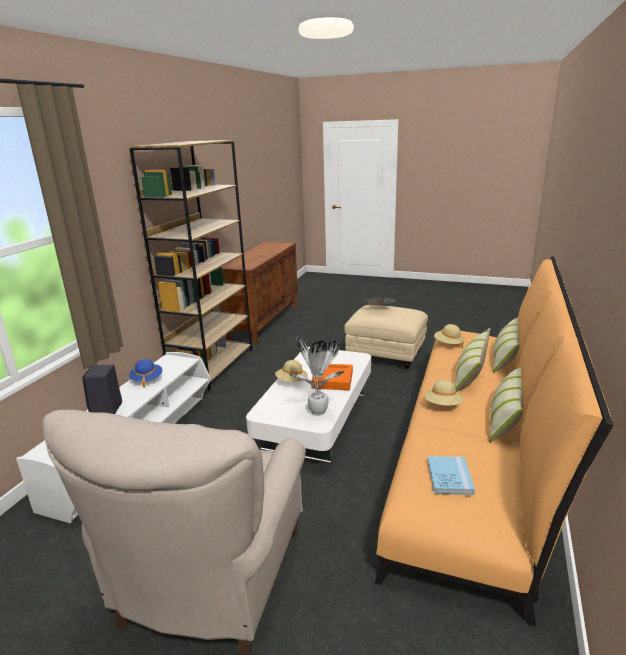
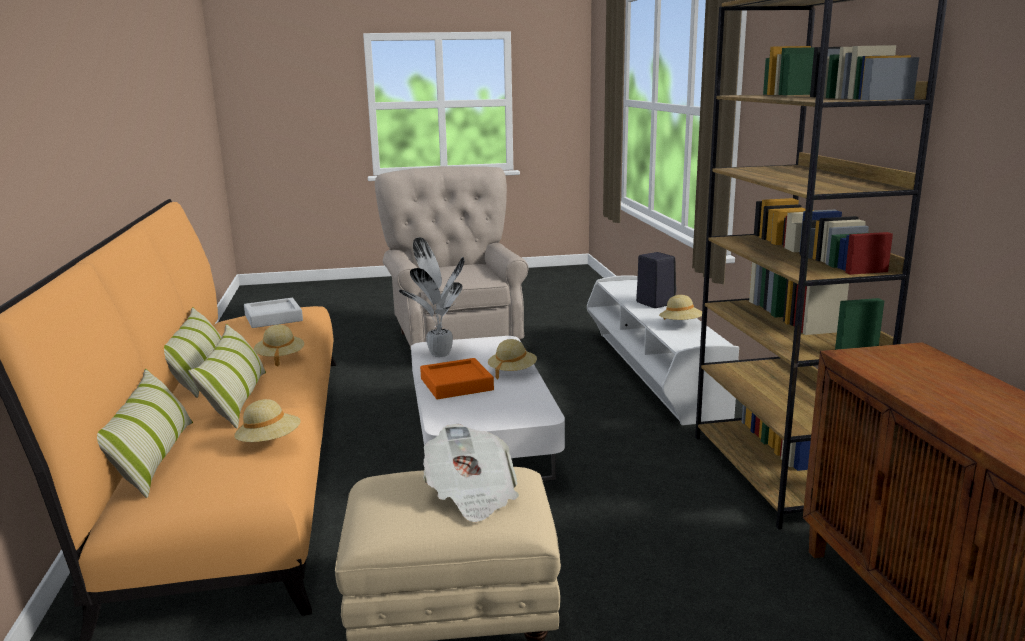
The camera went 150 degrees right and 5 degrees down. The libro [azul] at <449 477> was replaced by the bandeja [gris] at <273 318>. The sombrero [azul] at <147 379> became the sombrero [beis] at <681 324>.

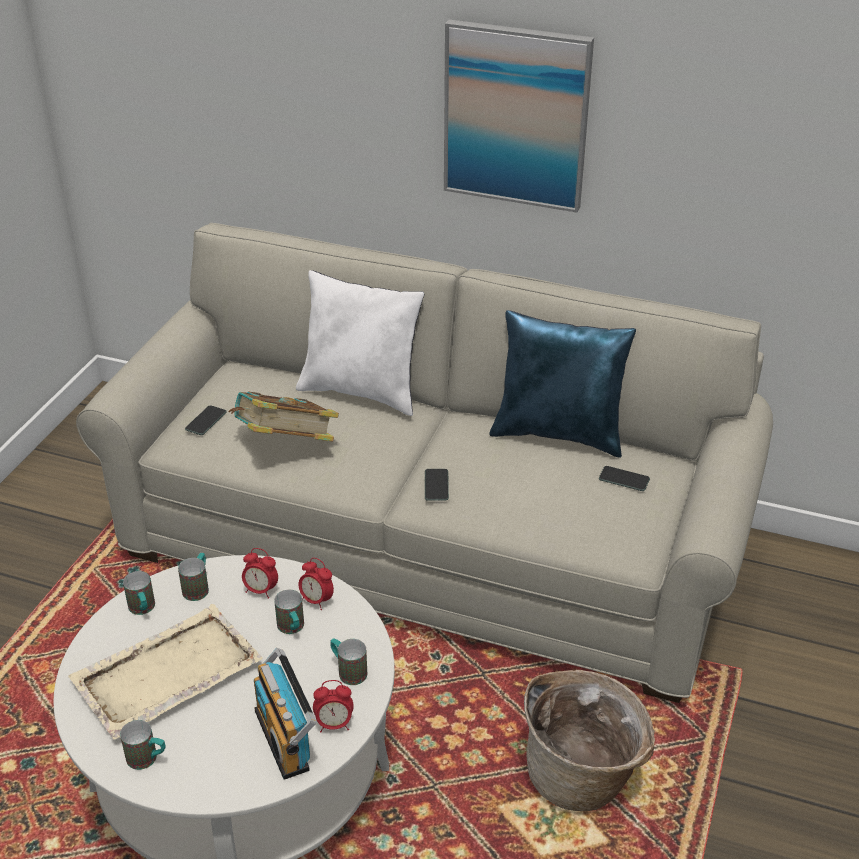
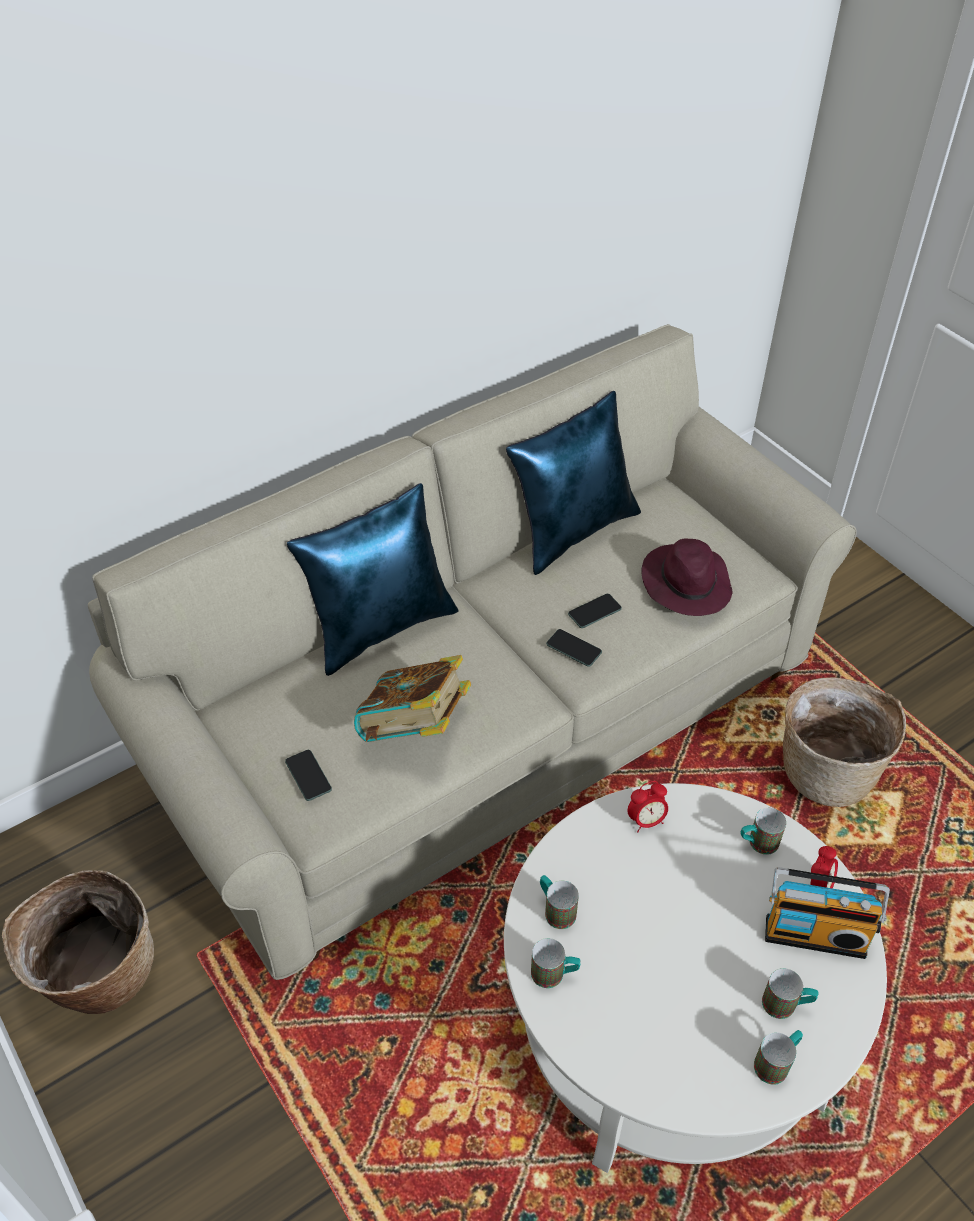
The camera went 55 degrees left and 10 degrees up. The cesta at <97 975> appeared. The cojín [blanco] at <362 391> became the cojín [azul] at <381 627>. The móvil moved from <624 479> to <594 611>. The sombrero [morado] at <685 583> appeared. The taza grande moved from <292 628> to <786 1005>. The bandeja [beis] at <165 674> disappeared. The despertador at <261 590> disappeared. The cuadro at <516 116> disappeared.

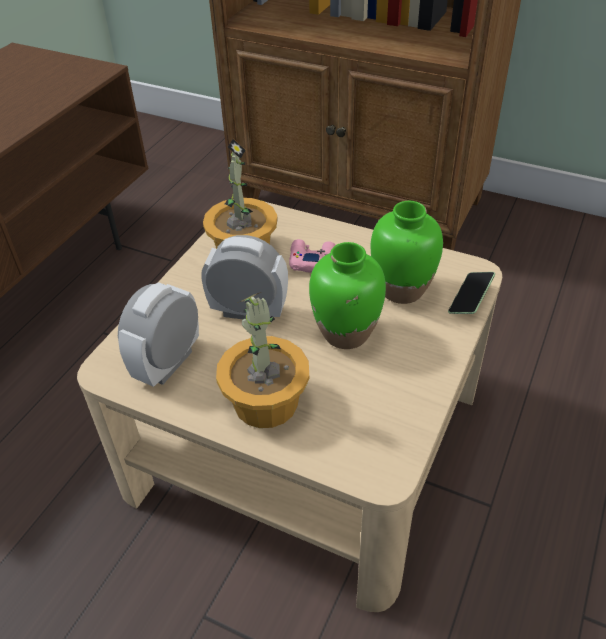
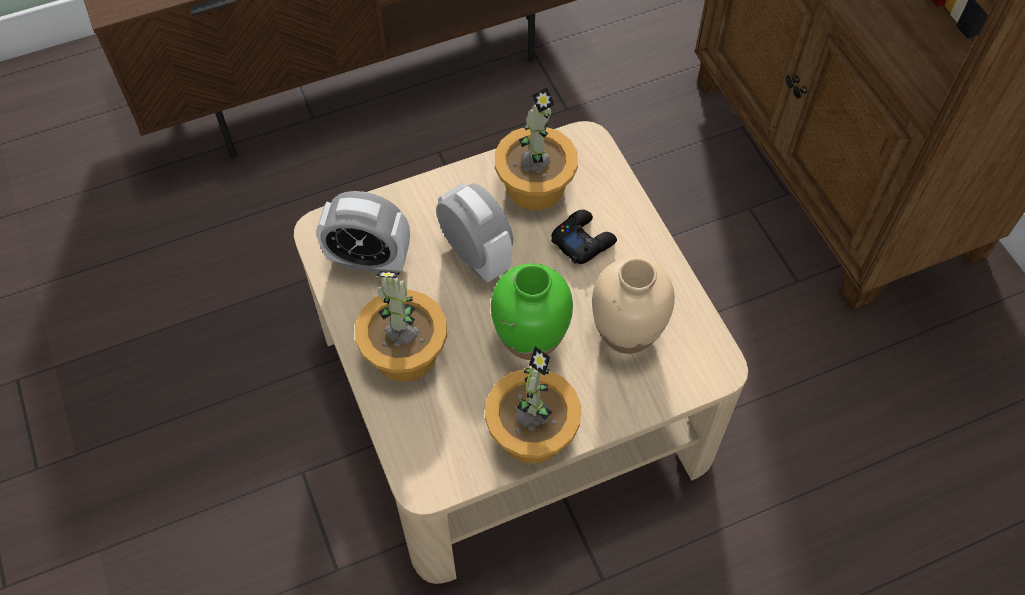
The camera went 40 degrees right and 15 degrees up. The despertador at <168 364> turned 150 degrees counterclockwise. The planta en maceta at <531 432> appeared. The mando de consola [rosa] at <311 260> became the mando de consola [negro] at <583 240>. The florero [verde] at <401 289> became the florero [beis] at <626 332>. The móvil at <470 299> disappeared.

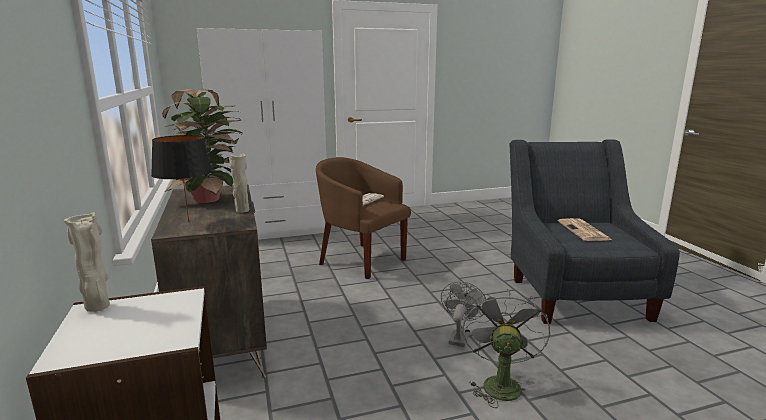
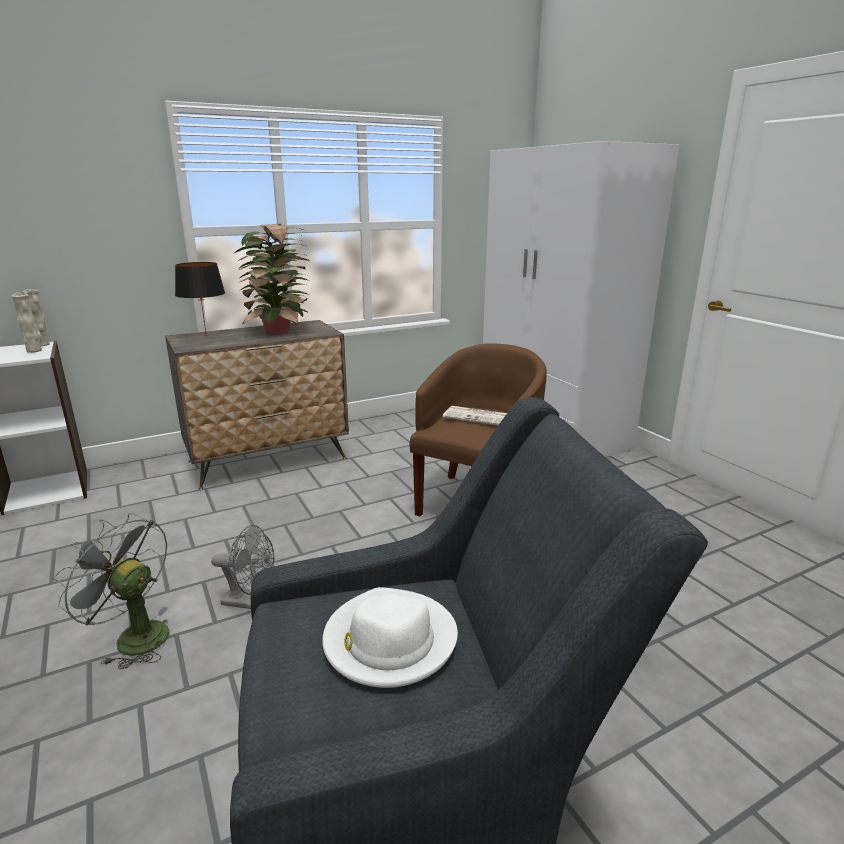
The camera went 80 degrees right and 5 degrees up. The florero [beis] moved from <242 211> to <35 351>. The ventilador [gris] at <499 383> turned 150 degrees counterclockwise. The periódico at <584 231> was replaced by the sombrero [blanco] at <389 641>.

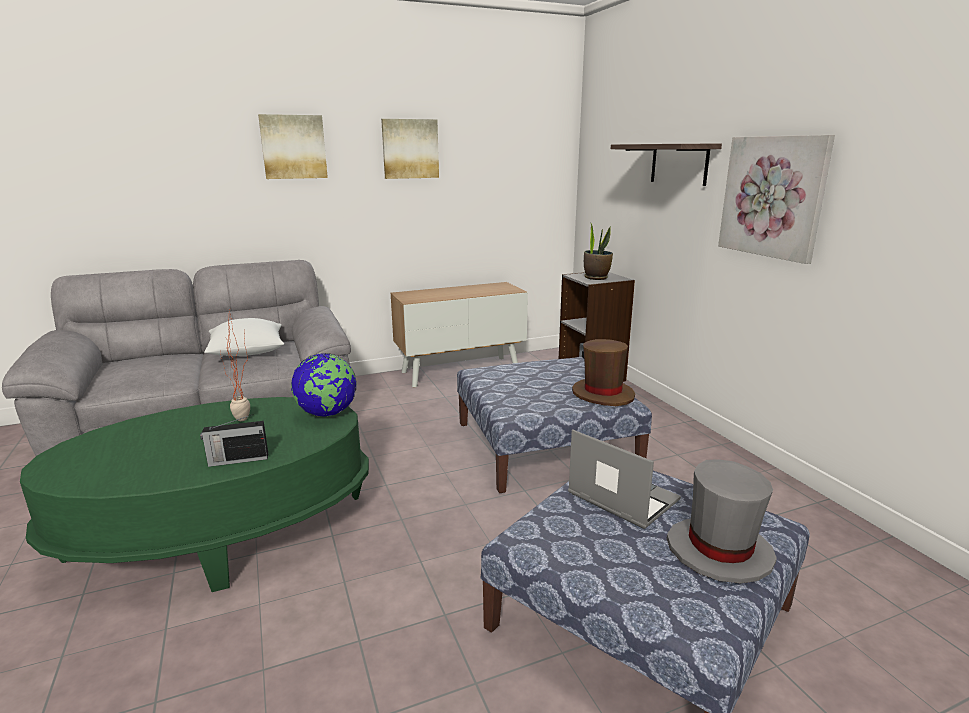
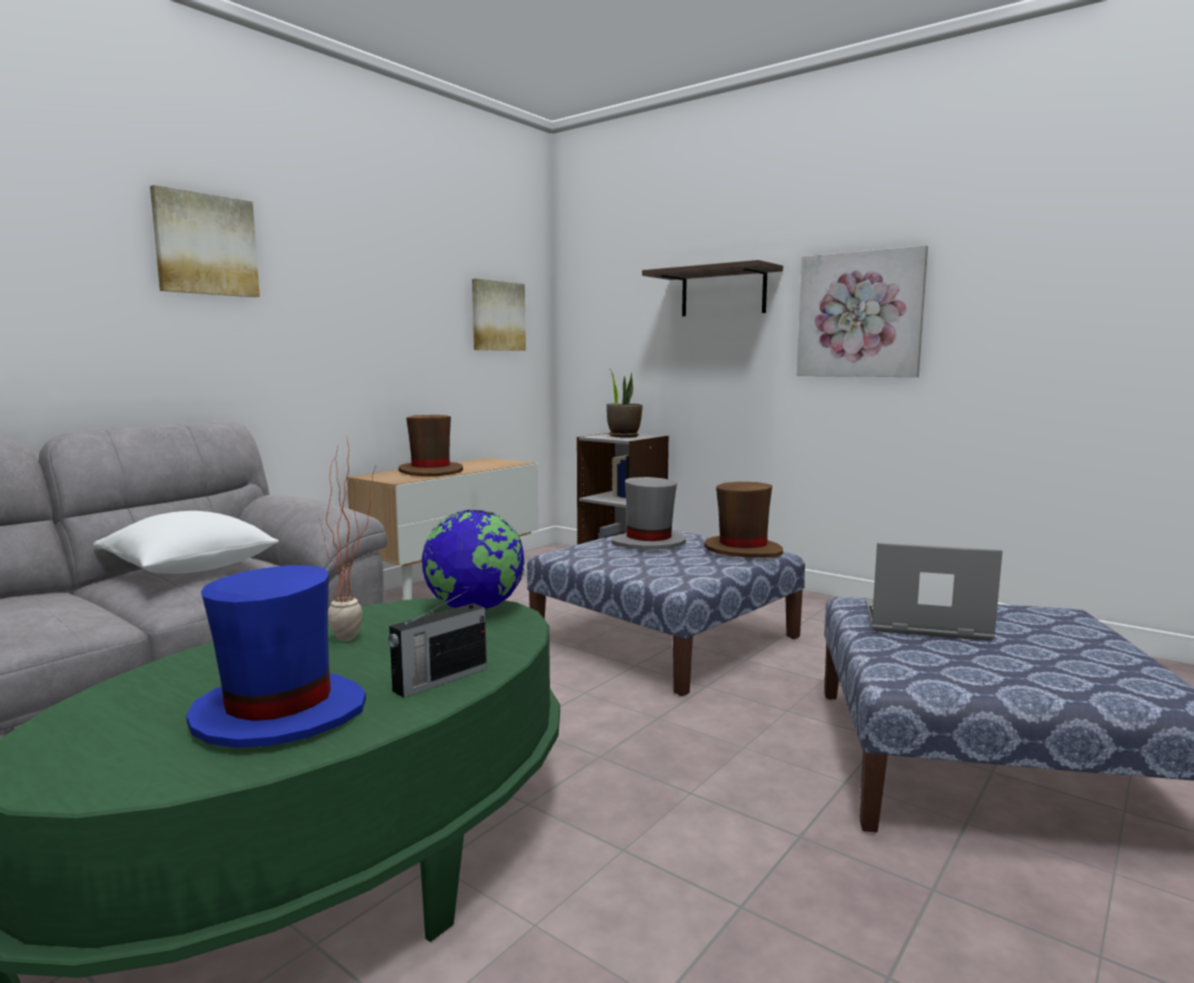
The camera went 30 degrees left and 10 degrees down. The sombrero [azul] at <279 713> appeared. The sombrero [marrón] at <431 471> appeared. The cuadro moved from <410 149> to <497 316>. The sombrero [gris] moved from <719 551> to <648 543>.

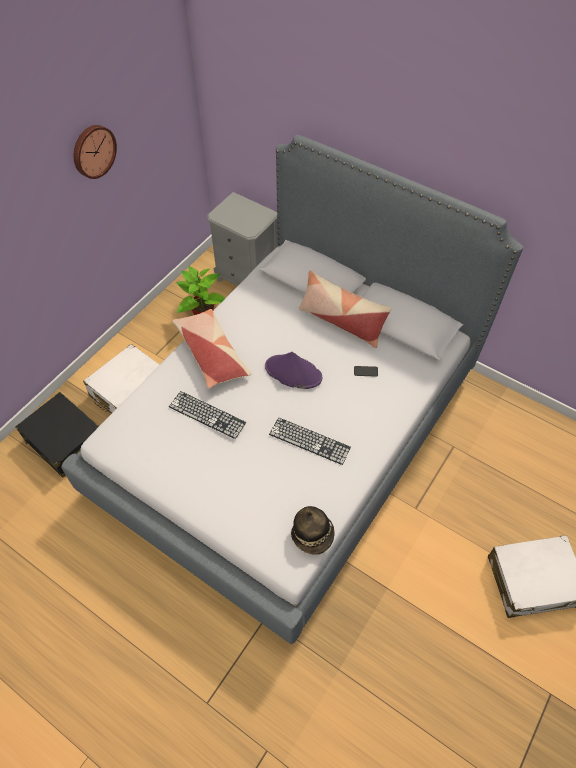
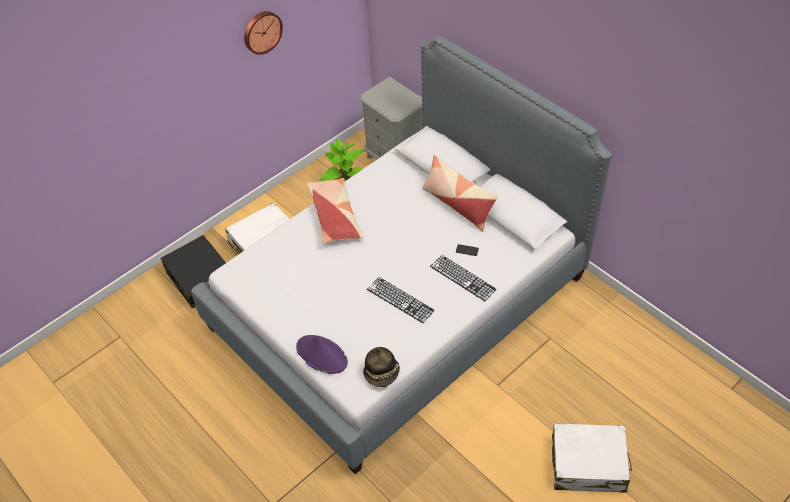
The camera went 15 degrees right and 5 degrees down. The sombrero [morado] moved from <293 372> to <321 355>. The teclado moved from <207 414> to <463 278>.

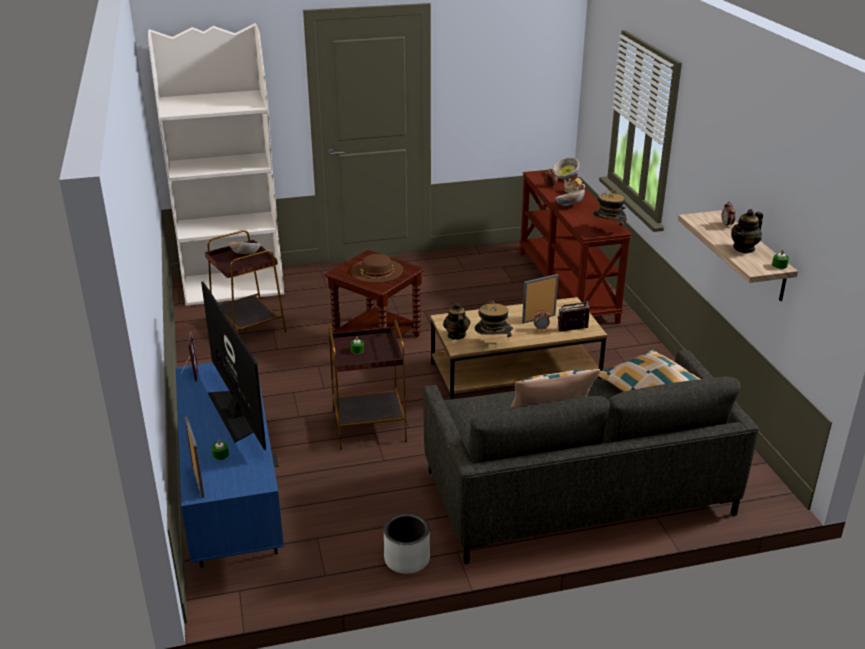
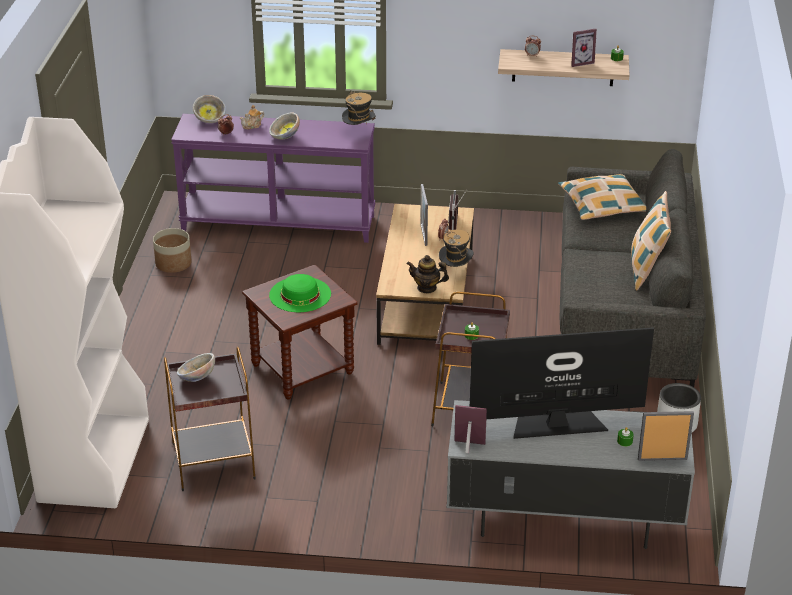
The camera went 70 degrees left and 5 degrees up. The maceta at <174 263> appeared. The mesa consola [marrón] at <568 286> became the mesa consola [morado] at <279 223>. The sombrero [marrón] at <377 270> became the sombrero [verde] at <300 294>. The mueble de televisión [azul] at <232 506> became the mueble de televisión [gris] at <562 517>. The tetera at <744 248> was replaced by the portarretratos at <580 62>.

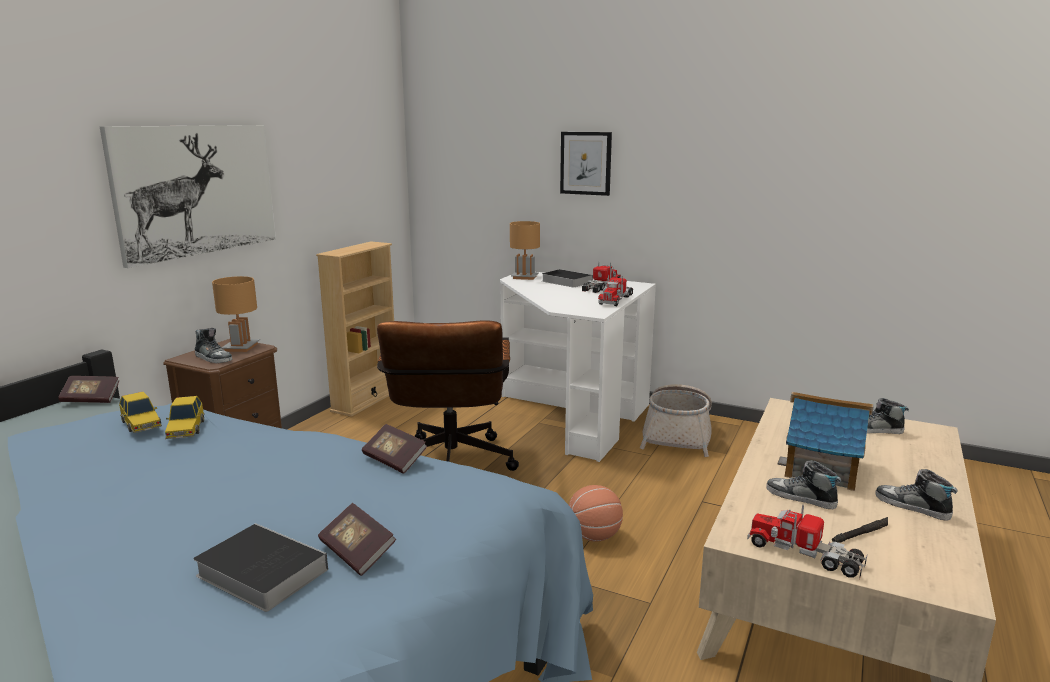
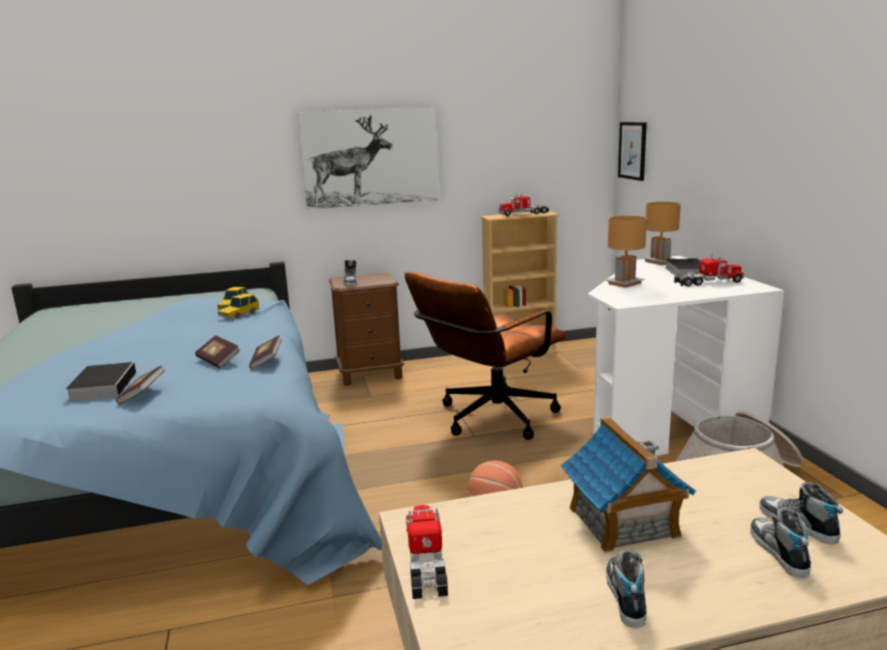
The camera went 50 degrees right and 0 degrees up. The libro moved from <91 399> to <218 361>. The camión de juguete moved from <616 300> to <523 214>. The lámpara de mesa [marrón] moved from <241 347> to <625 283>. The cuadro moved from <585 163> to <632 150>. The zapato moved from <800 498> to <778 552>. The linterna [negro] at <861 533> disappeared.

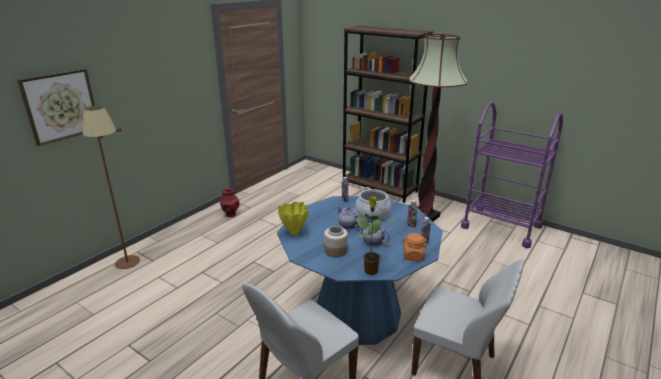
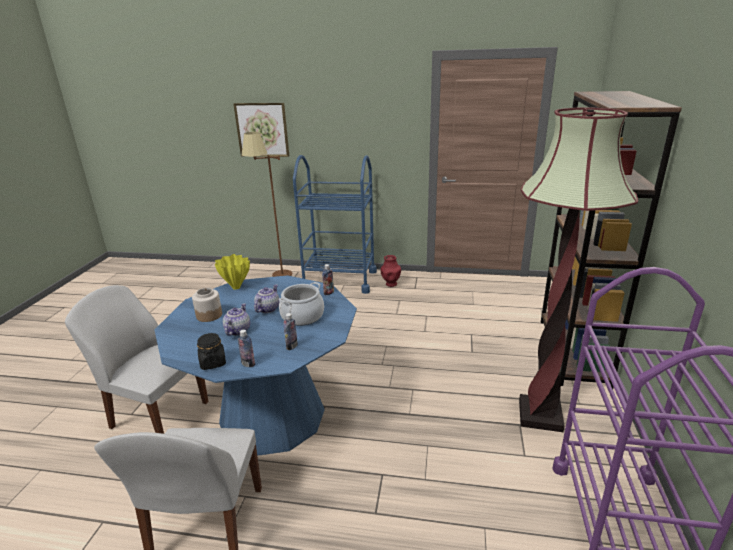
The camera went 65 degrees right and 0 degrees up. The tarro [naranja] at <413 256> became the tarro [negro] at <213 362>. The carrito [azul] at <339 280> appeared. The planta en maceta at <370 270> disappeared.

